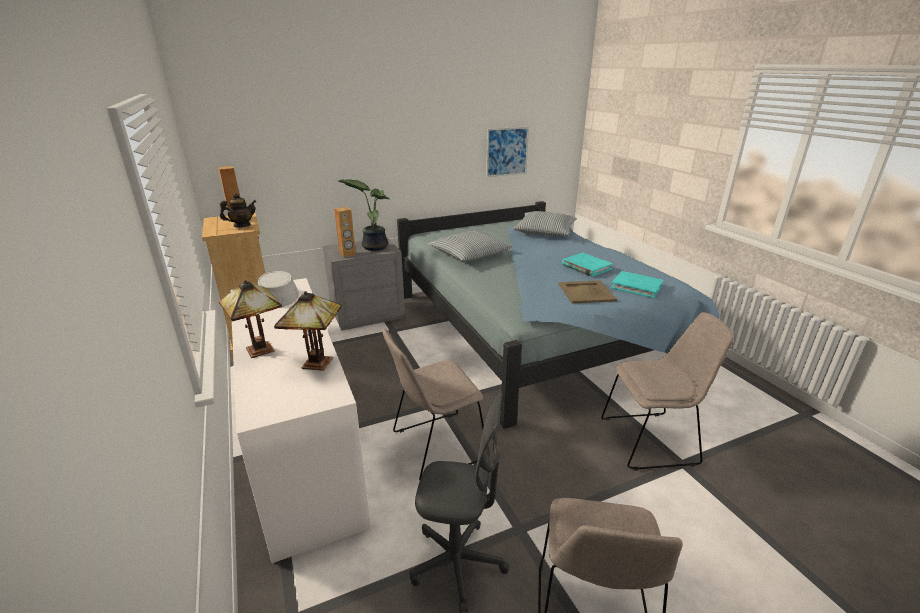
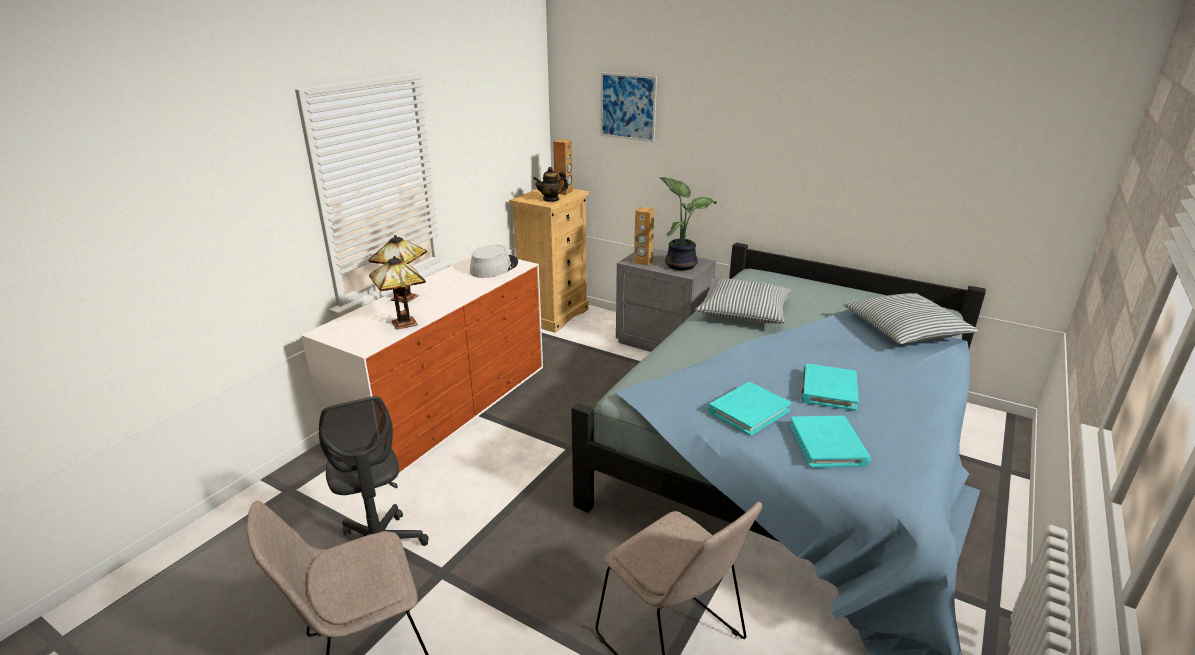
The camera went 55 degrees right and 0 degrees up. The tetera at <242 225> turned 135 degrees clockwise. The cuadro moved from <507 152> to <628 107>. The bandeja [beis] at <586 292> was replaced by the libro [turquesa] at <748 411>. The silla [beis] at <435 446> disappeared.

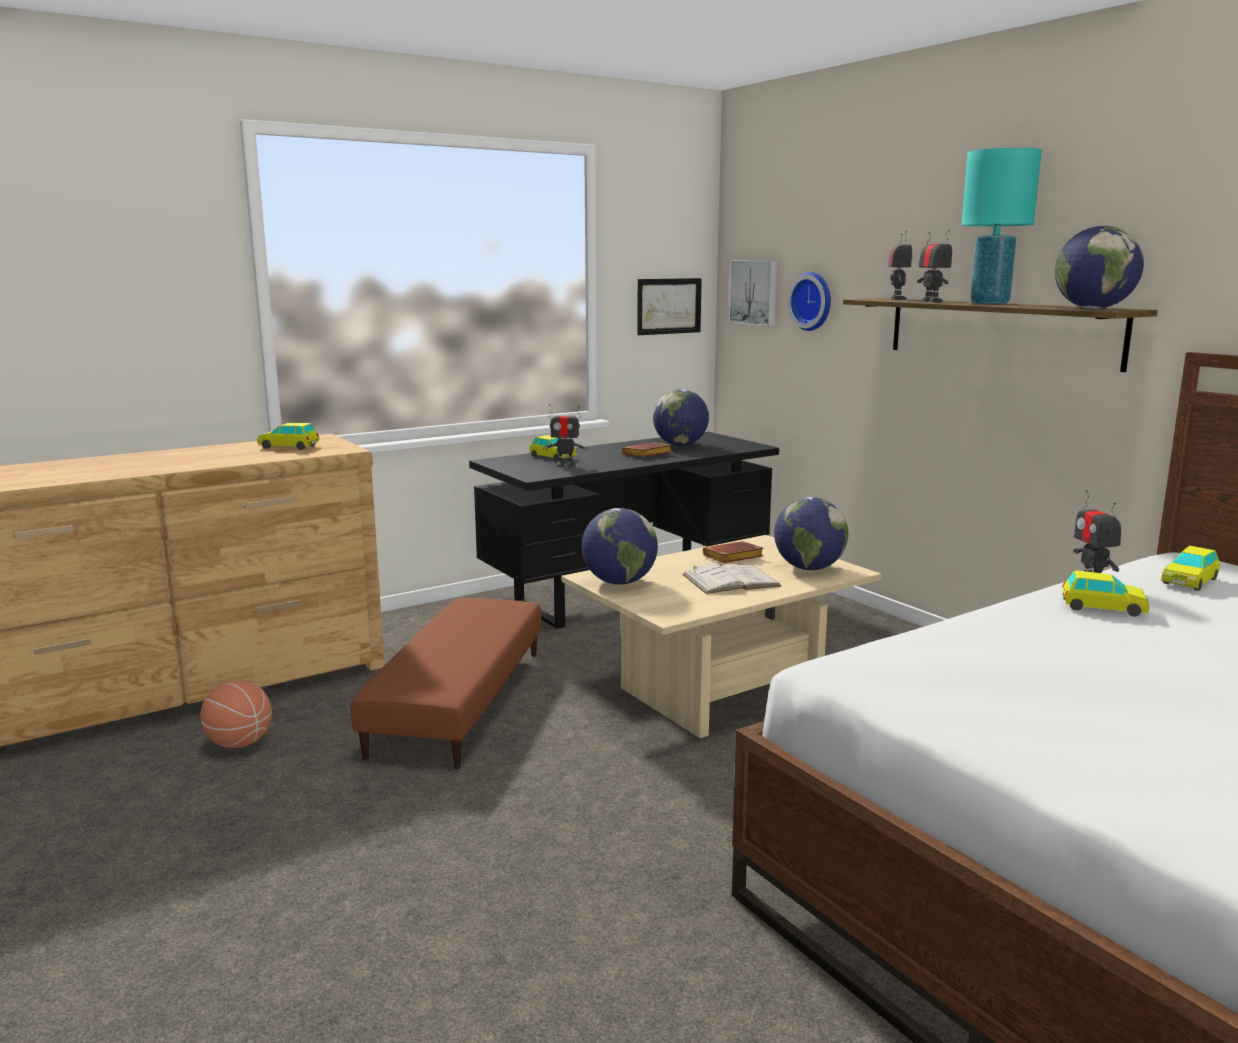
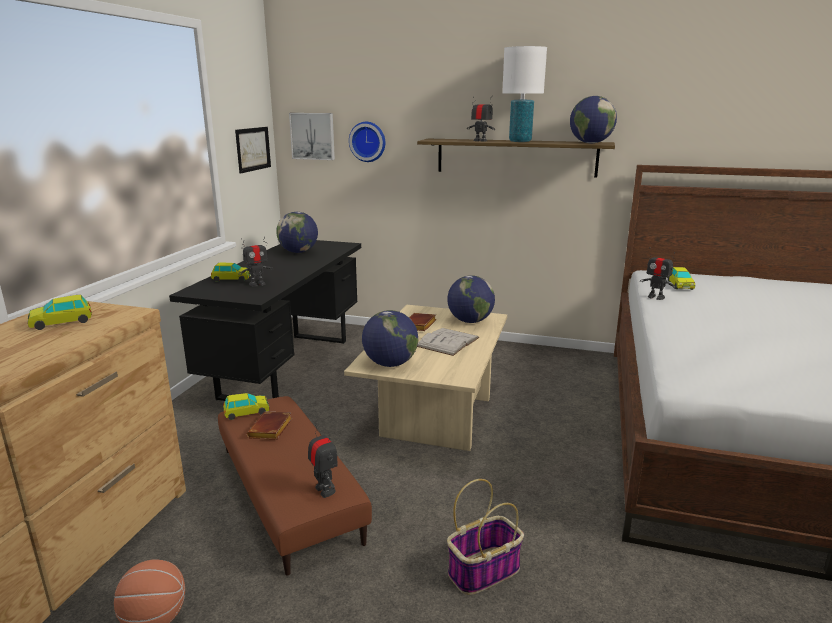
The camera went 40 degrees left and 5 degrees up. The coche de juguete moved from <1103 608> to <247 412>. The libro [marrón] moved from <647 455> to <271 430>. The robot de juguete moved from <897 299> to <324 490>. The cesta at <484 570> appeared. The lámpara de mesa [turquesa] at <989 303> became the lámpara de mesa [blanco] at <520 141>.

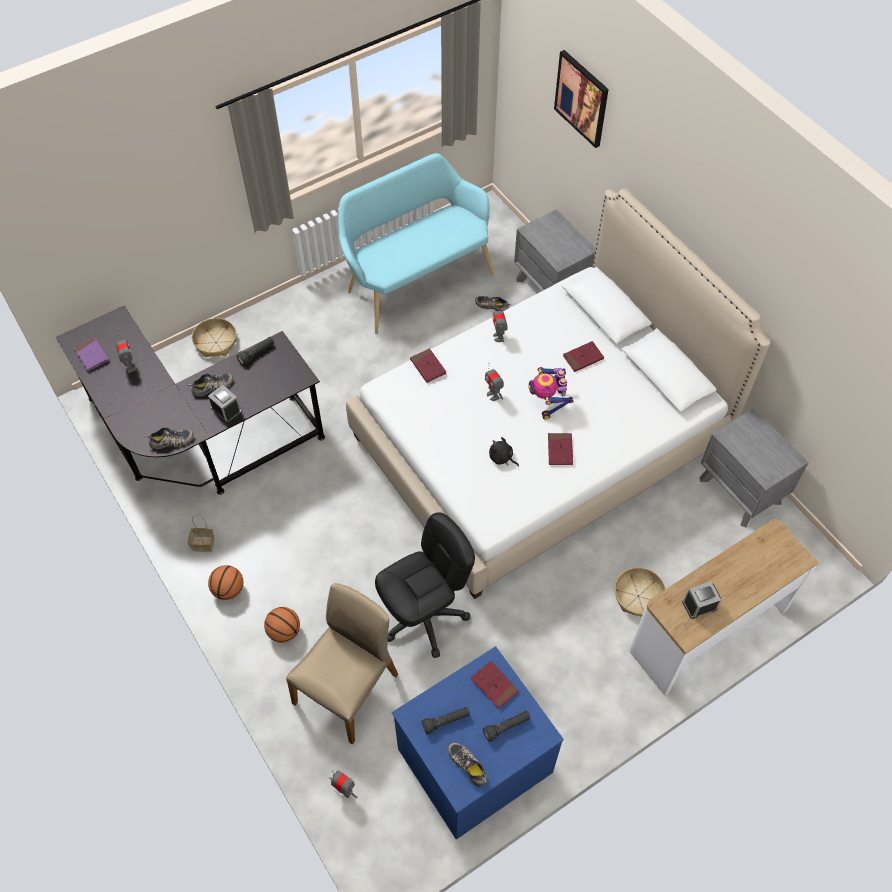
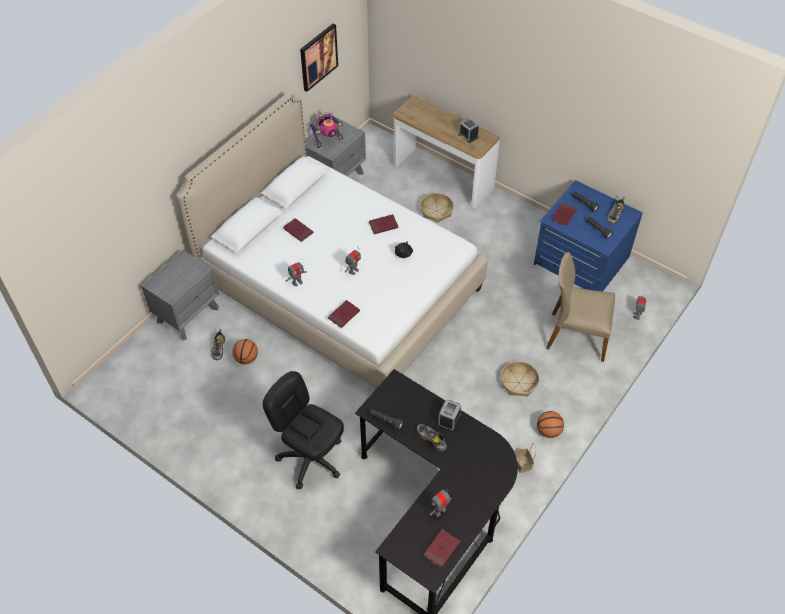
The camera went 110 degrees left and 5 degrees down. The balón de baloncesto moved from <284 631> to <246 358>. The silla de oficina [negro] moved from <424 617> to <311 458>. The cuadro moved from <582 98> to <318 57>. The robot de juguete moved from <548 402> to <328 140>. The libro [morado] at <92 355> became the libro [rojo] at <441 549>. The cesta moved from <215 342> to <519 383>. The zapato at <171 441> disappeared. The banco [turquesa] at <415 280> disappeared.

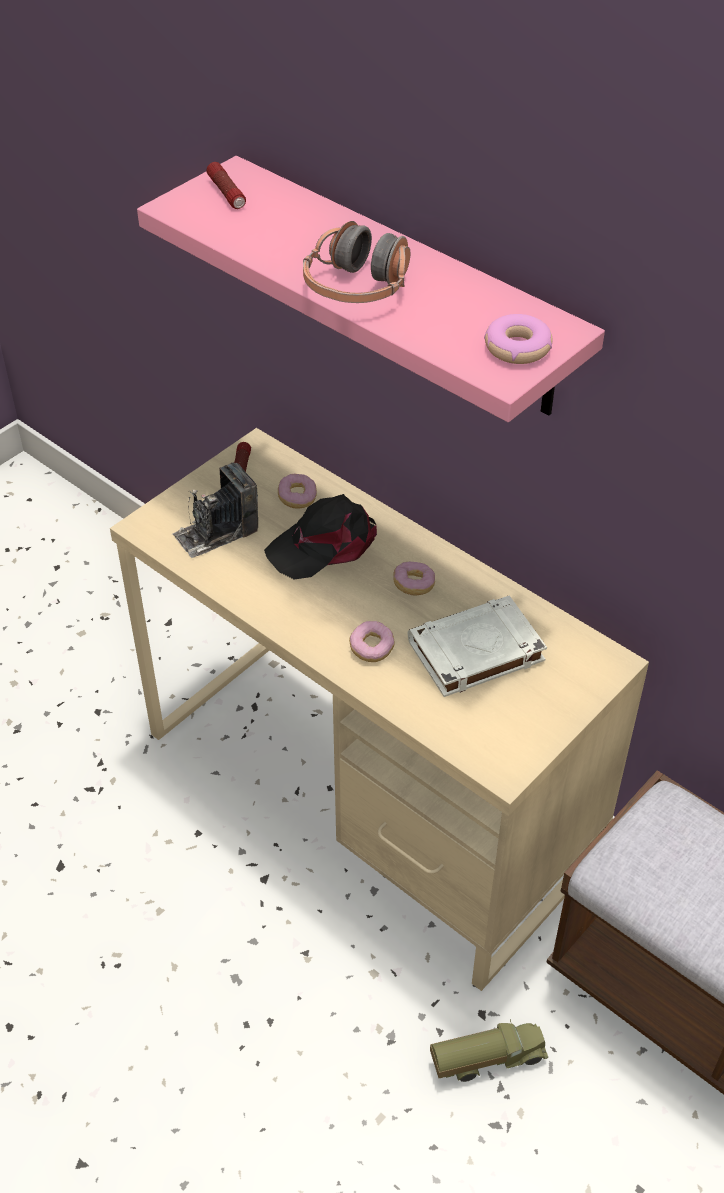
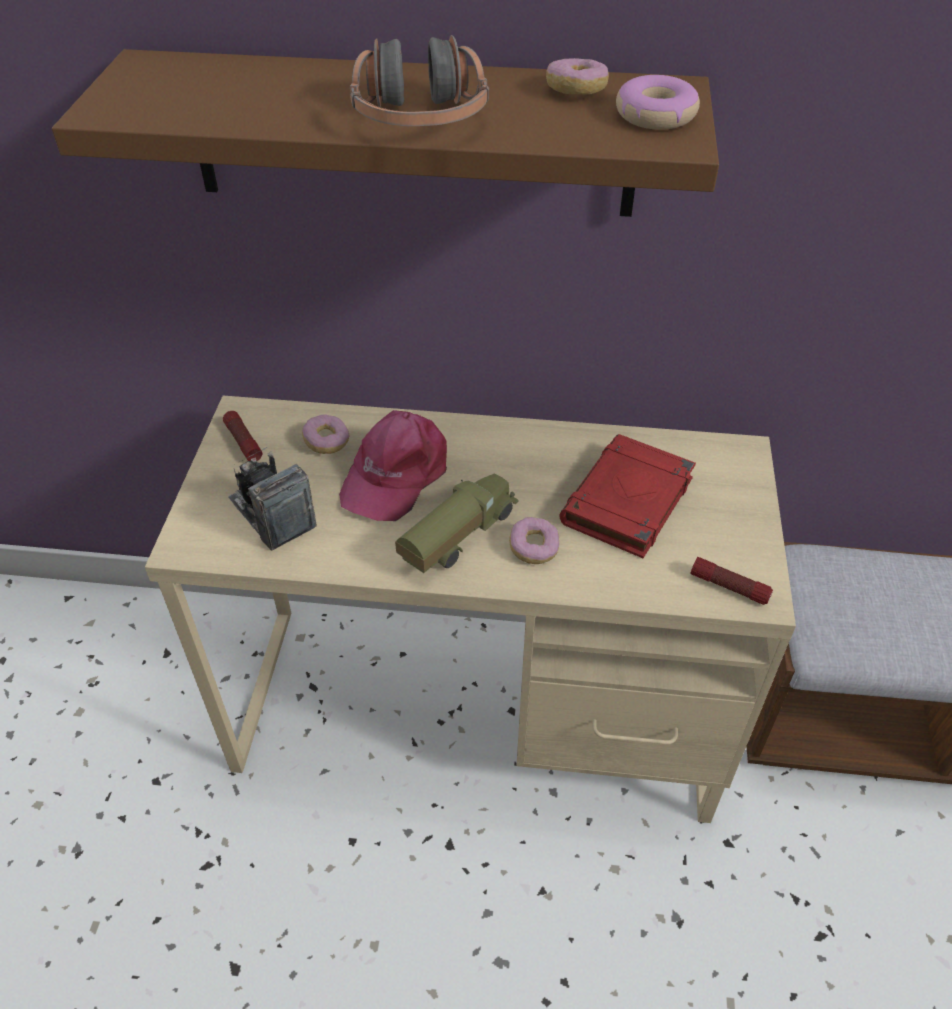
The camera went 35 degrees left and 0 degrees up. The estante [rosa] at <404 287> became the estante [marrón] at <412 135>. The cámara at <216 532> turned 120 degrees clockwise. The gorra [negro] at <324 545> became the gorra [rosa] at <395 474>. The camión de juguete moved from <487 1058> to <457 537>. The rosquilla moved from <414 585> to <576 91>. The libro [blanco] at <475 652> became the libro [rojo] at <627 502>. The linterna moved from <227 193> to <729 587>.

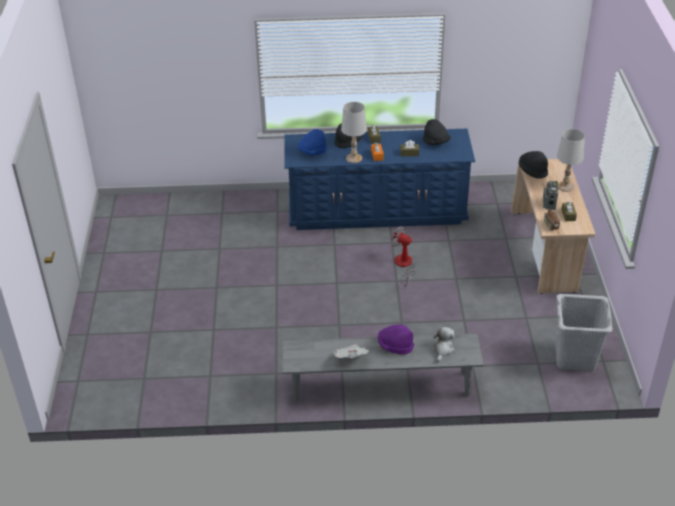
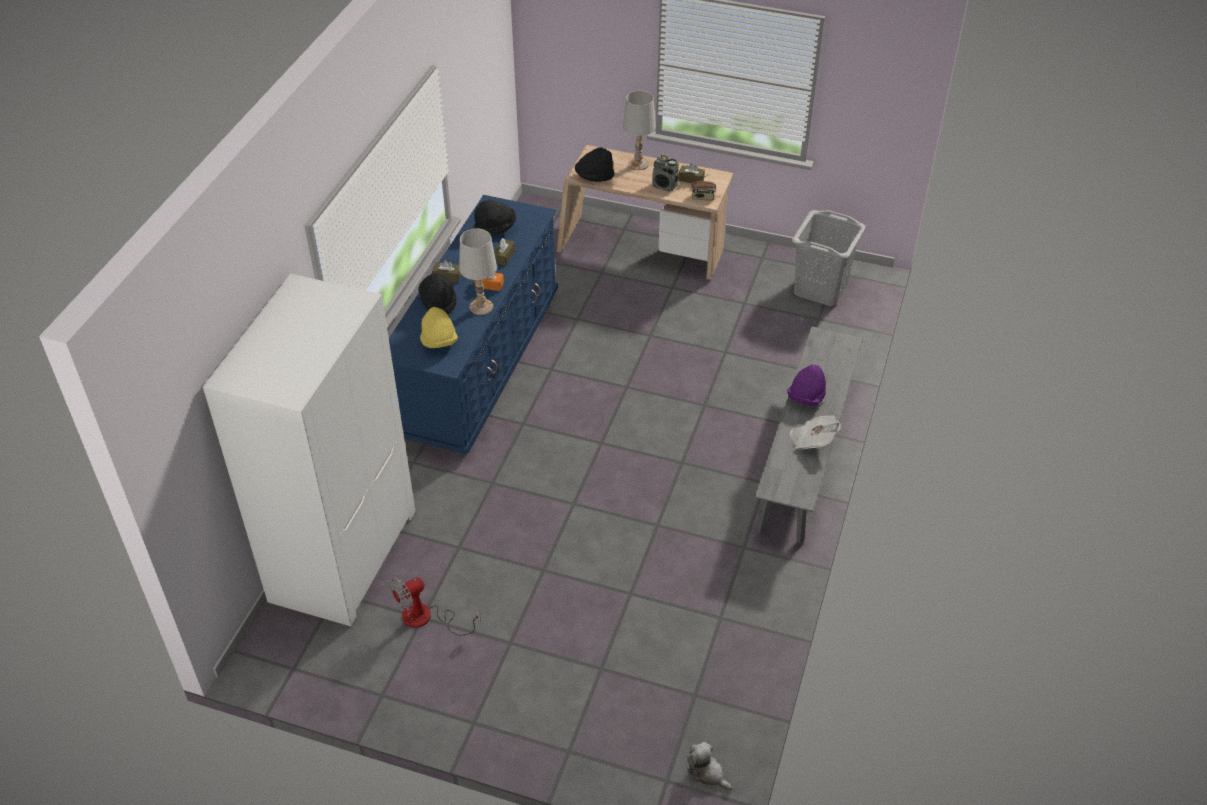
The camera went 70 degrees left and 5 degrees up. The armario ropero [blanco] at <343 554> appeared. The ventilador moved from <404 265> to <427 618>. The sombrero [azul] at <312 152> became the sombrero [amarillo] at <439 341>. The peluche moved from <443 349> to <707 773>.

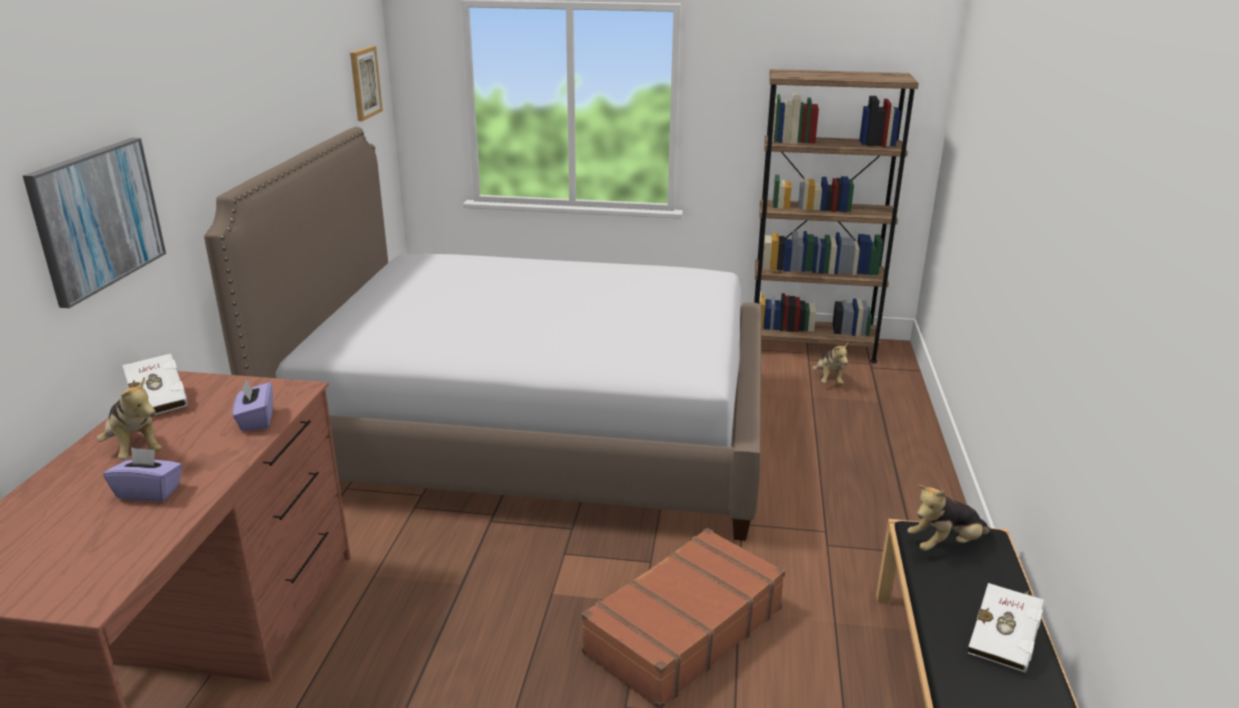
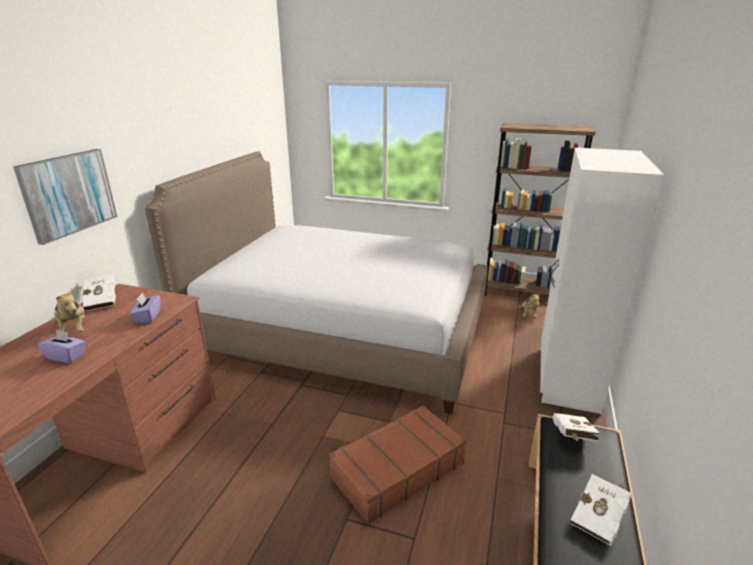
The camera went 10 degrees right and 0 degrees up. The armario ropero [blanco] at <567 378> appeared. The peluche at <945 545> was replaced by the libro [blanco] at <572 438>. The cuadro at <364 83> disappeared.

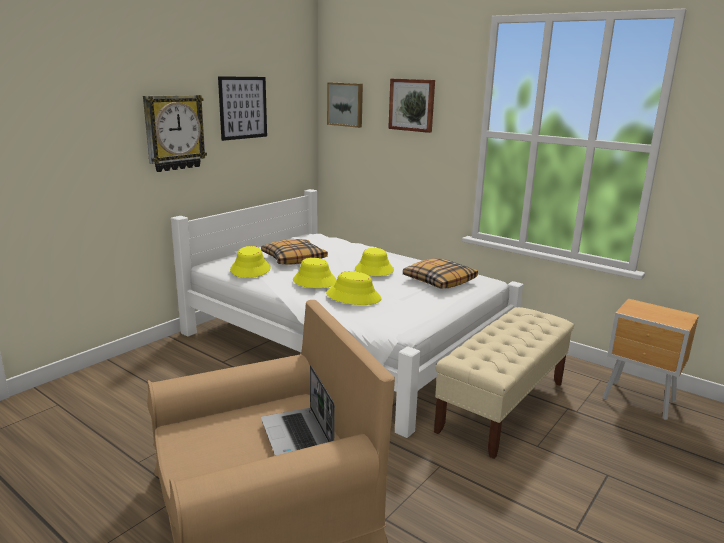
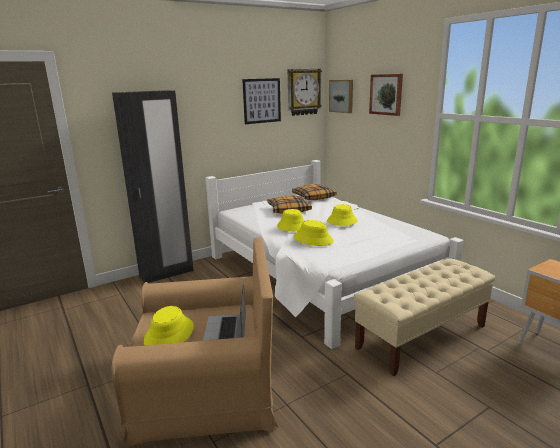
The camera went 20 degrees right and 0 degrees up. The armario ropero [negro] at <166 274> appeared. The sombrero [amarillo] moved from <250 269> to <169 334>. The reloj de pared moved from <174 132> to <303 92>. The cojín moved from <439 281> to <313 197>.

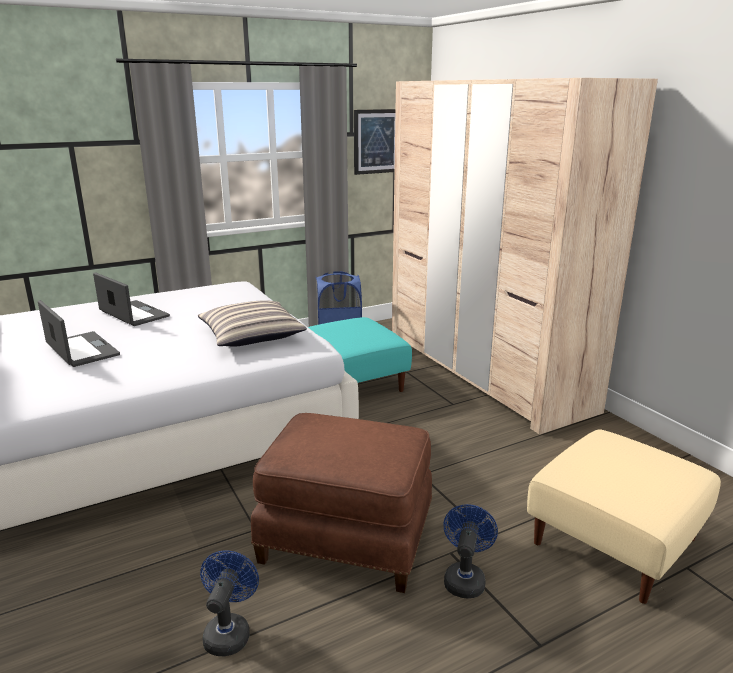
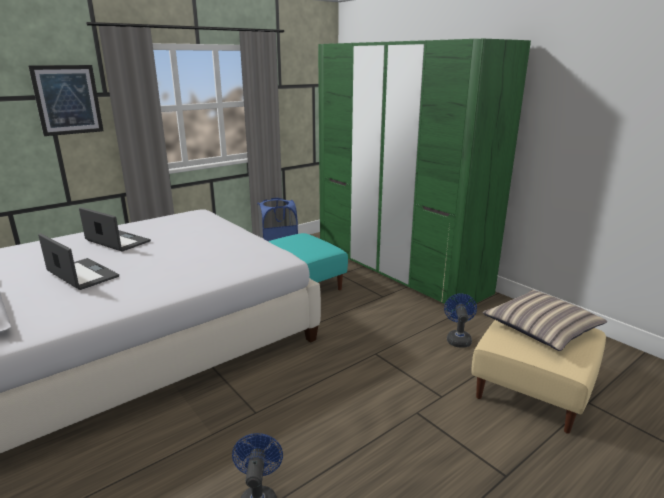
The camera went 10 degrees left and 0 degrees up. The cuadro moved from <376 141> to <67 100>. The armario ropero [beis] at <484 372> became the armario ropero [verde] at <398 270>. The ventilador [azul] moved from <465 578> to <458 339>. The cojín moved from <251 335> to <541 328>. The puf [marrón] at <347 536> disappeared.

